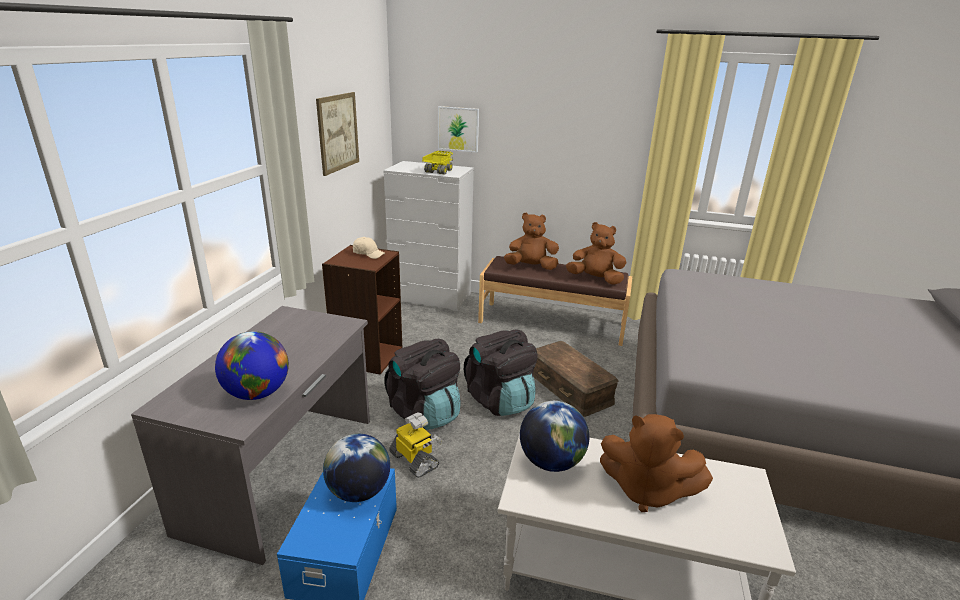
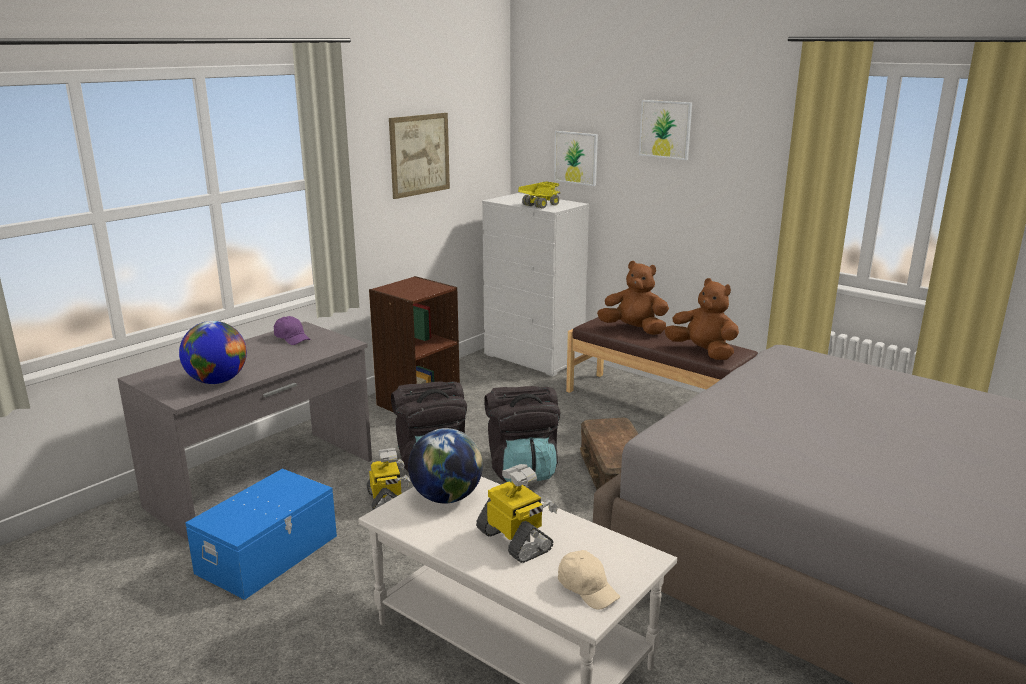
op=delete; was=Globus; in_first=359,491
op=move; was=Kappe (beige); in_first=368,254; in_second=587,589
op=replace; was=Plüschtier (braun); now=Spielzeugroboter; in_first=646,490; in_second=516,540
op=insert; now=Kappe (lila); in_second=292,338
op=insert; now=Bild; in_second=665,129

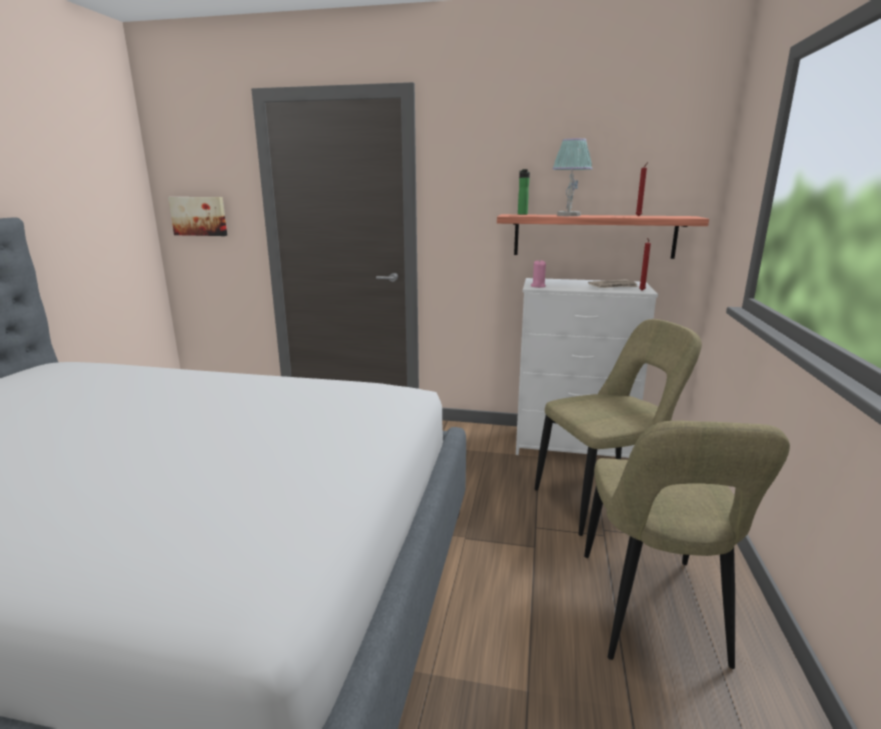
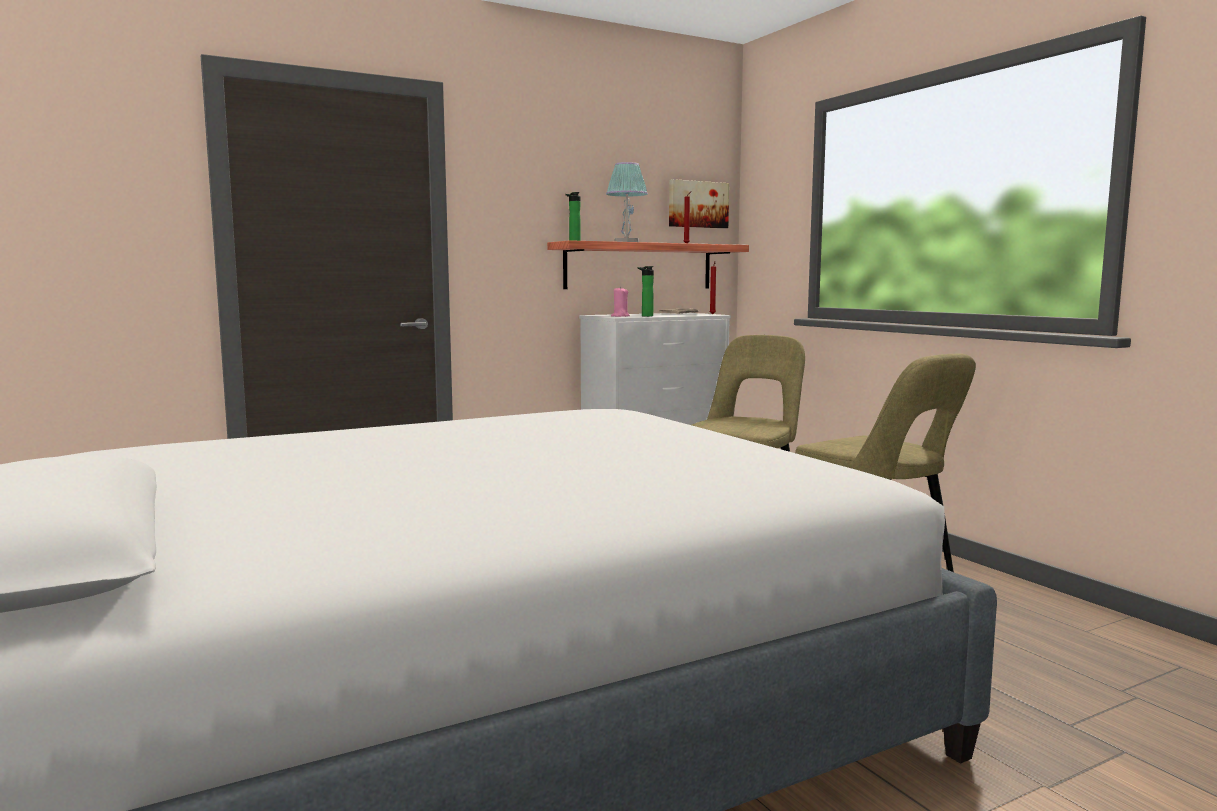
op=move; was=Bild; in_first=199,216; in_second=697,204
op=insert; now=Flasche; in_second=645,316

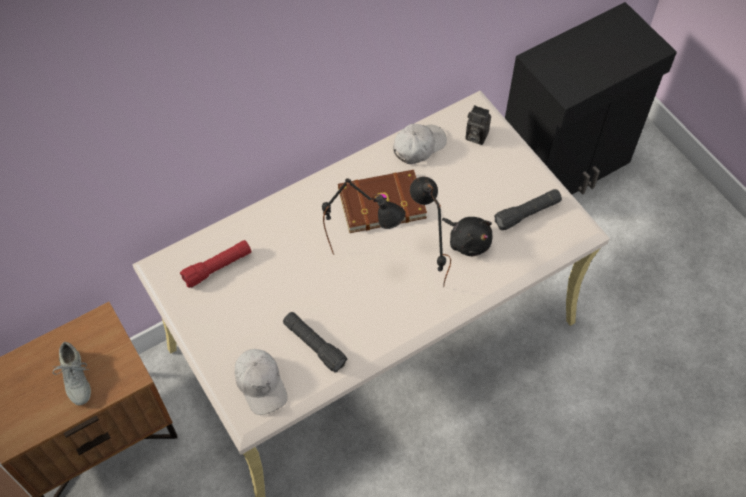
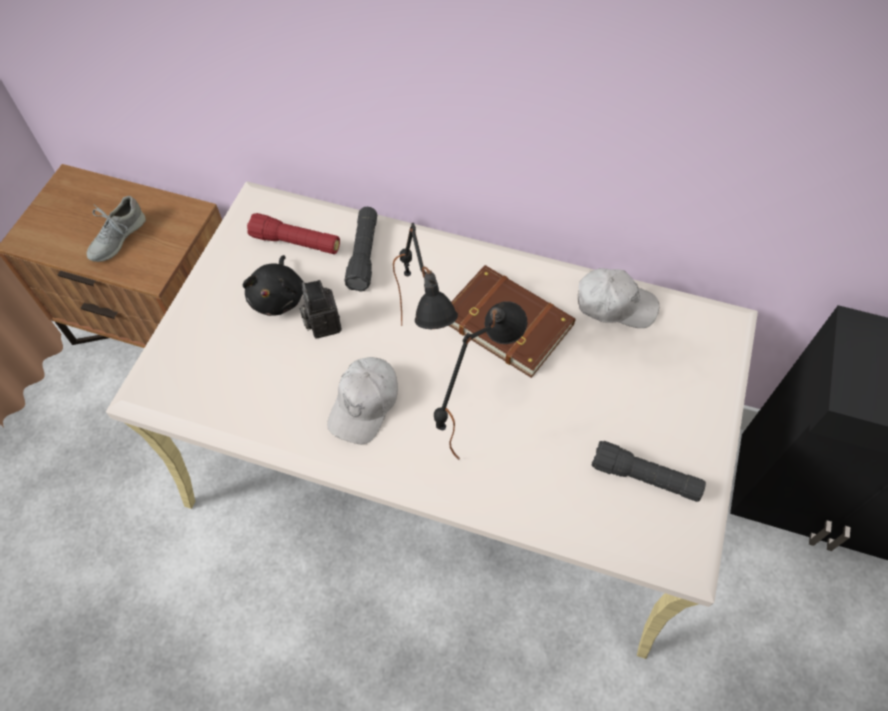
op=move; was=Kappe (weiß); in_first=261,384; in_second=364,404
op=move; was=Taschenlampe (schwarz); in_first=314,345; in_second=363,255
op=move; was=Plüschtier (schwarz); in_first=468,241; in_second=278,297
op=move; was=Kamera; in_first=475,136; in_second=322,323

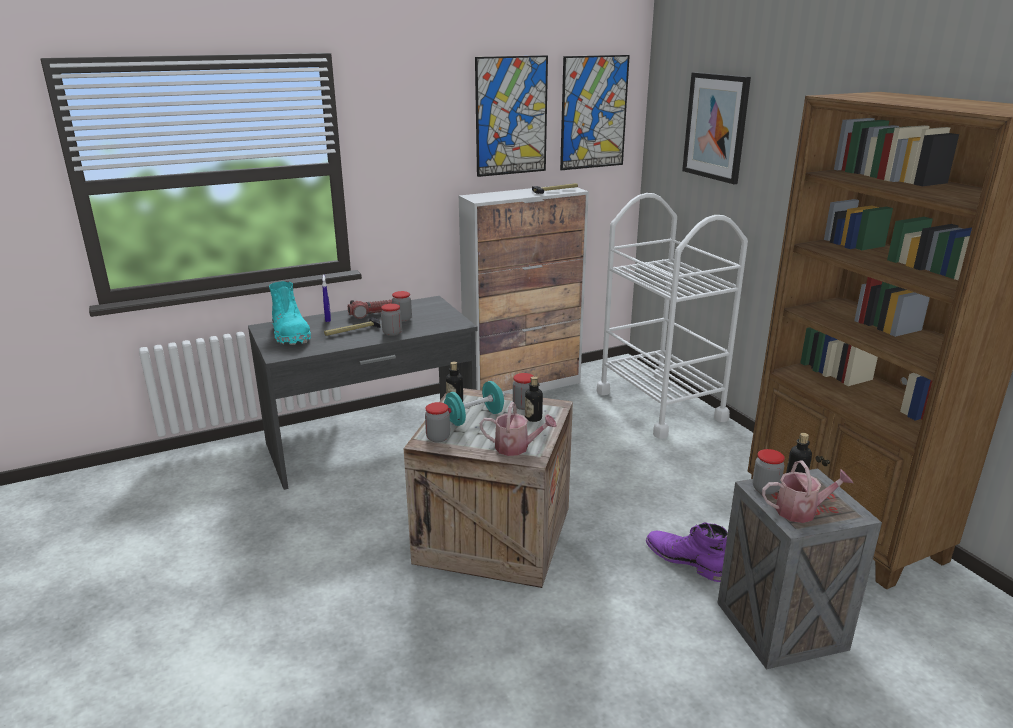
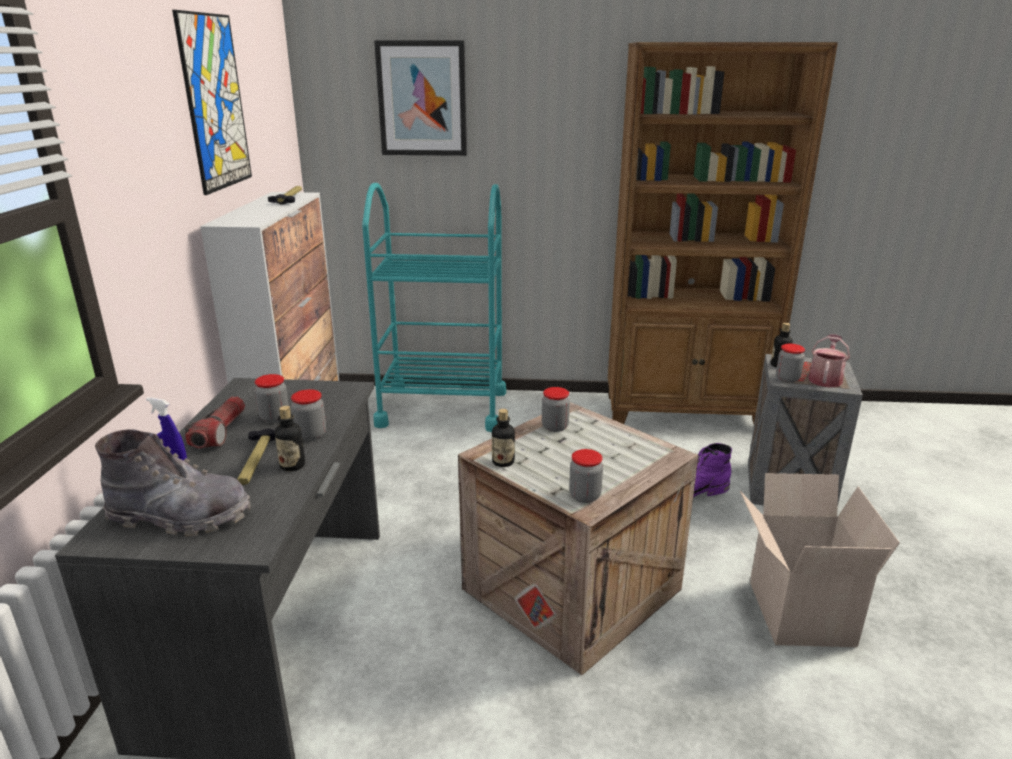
op=recolor; was=Stiefel (türkis); now=Stiefel (grau); in_first=290,334; in_second=180,517
op=delete; was=Hantel (türkis); in_first=474,418
op=delete; was=Gießkanne; in_first=517,447
op=move; was=Flasche; in_first=533,418; in_second=292,465
op=delete; was=Bild; in_first=593,113
op=recolor; was=Rollwagen (weiß); now=Rollwagen (türkis); in_first=660,405; in_second=443,408
op=insert; now=Karton; in_second=796,611

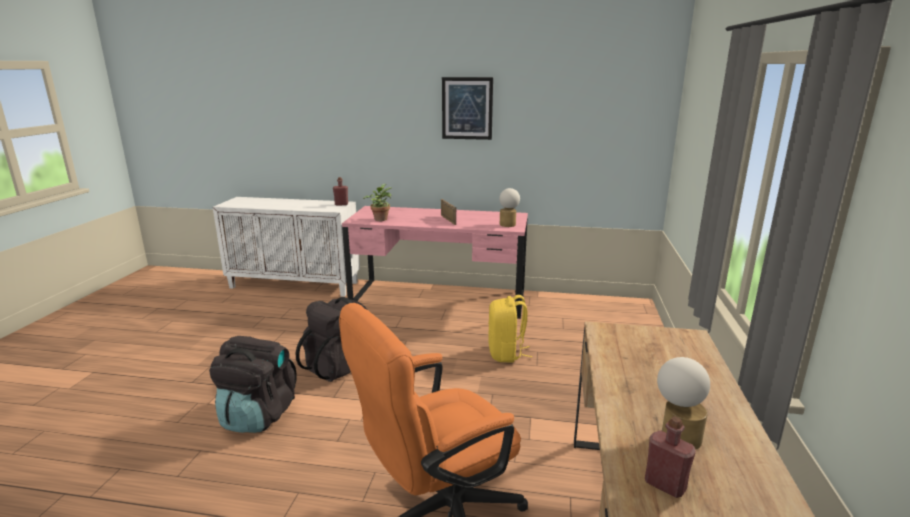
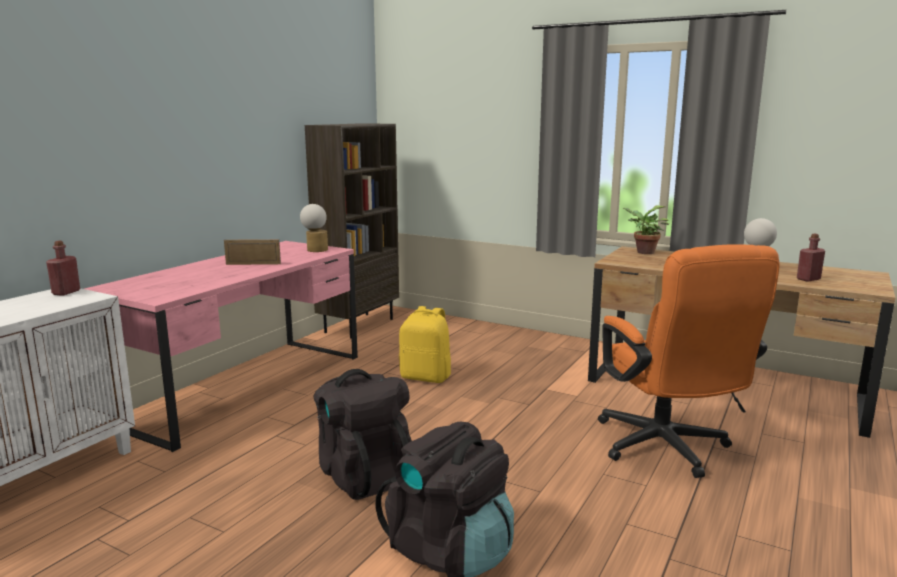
op=move; was=Topfpflanze; in_first=380,219; in_second=643,252
op=delete; was=Bild; in_first=467,108
op=insert; now=Bücherregal (braun); in_second=359,325

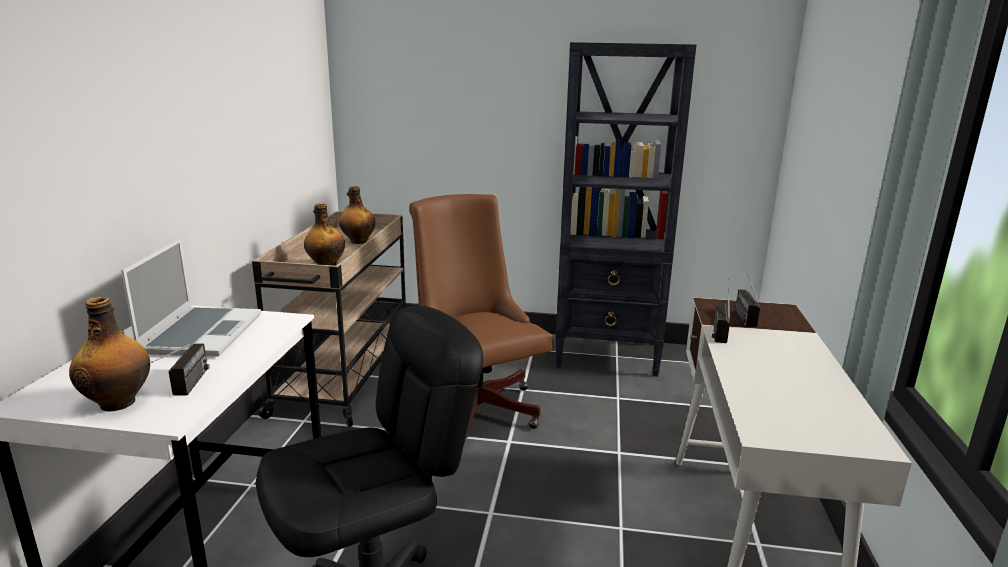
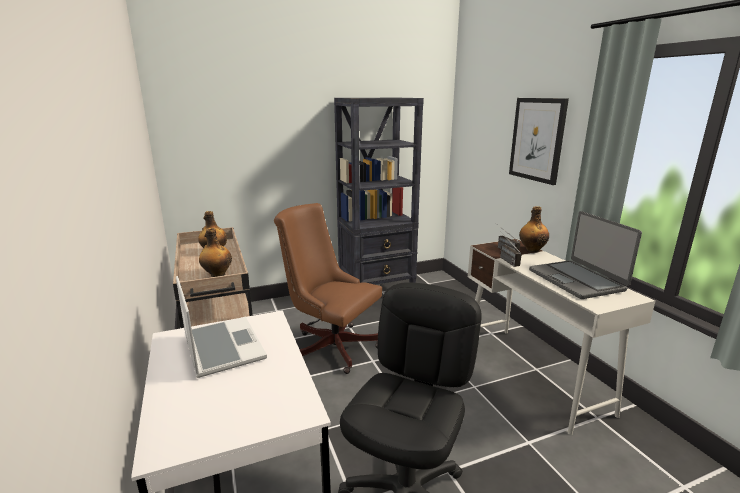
op=move; was=Flasche; in_first=119,402; in_second=532,250
op=delete; was=Radio; in_first=187,389
op=insert; now=Bild; in_second=537,139
op=insert; now=Laptop; in_second=576,280

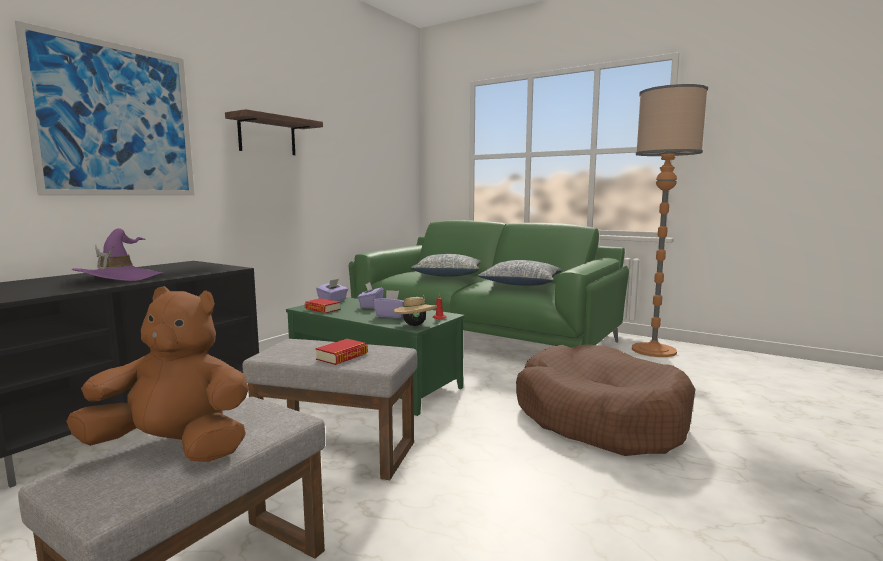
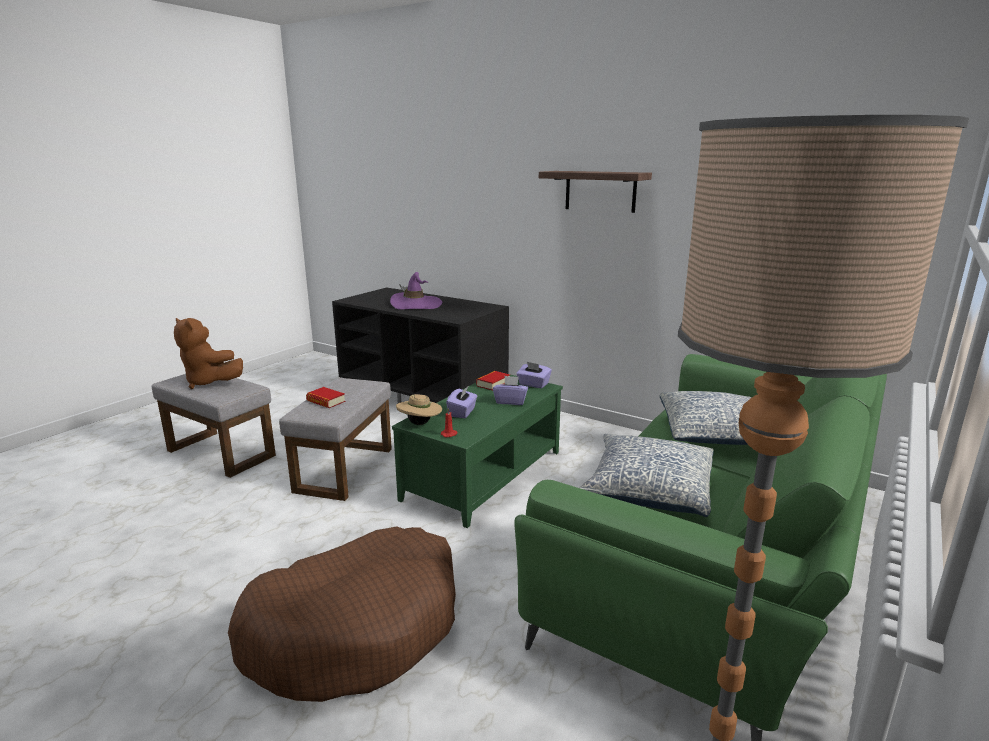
op=delete; was=Bild; in_first=116,120
op=rotate; was=Plüschtier (braun); in_first=174,448; in_second=209,382; clockwise=120

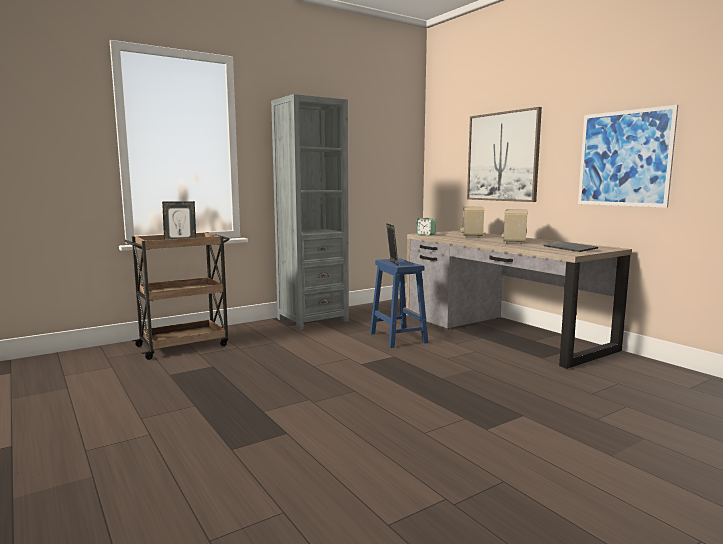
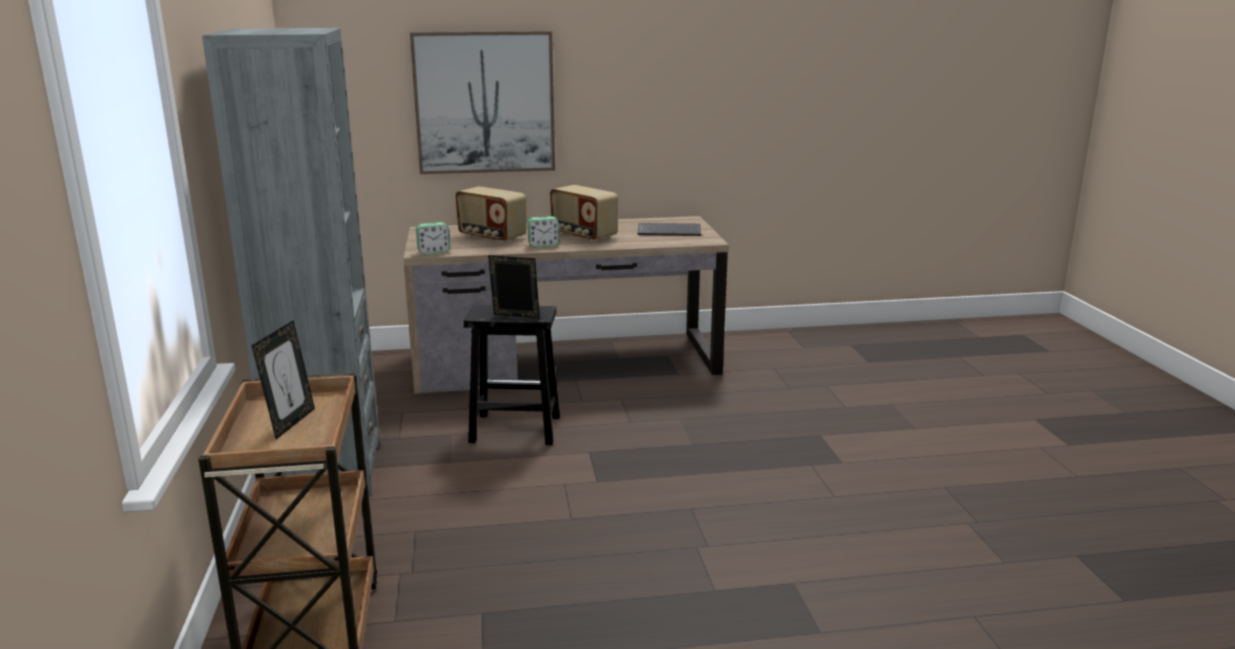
op=recolor; was=Hocker (blau); now=Hocker (schwarz); in_first=397,338; in_second=513,429
op=delete; was=Bild; in_first=624,158
op=insert; now=Wecker; in_second=543,245

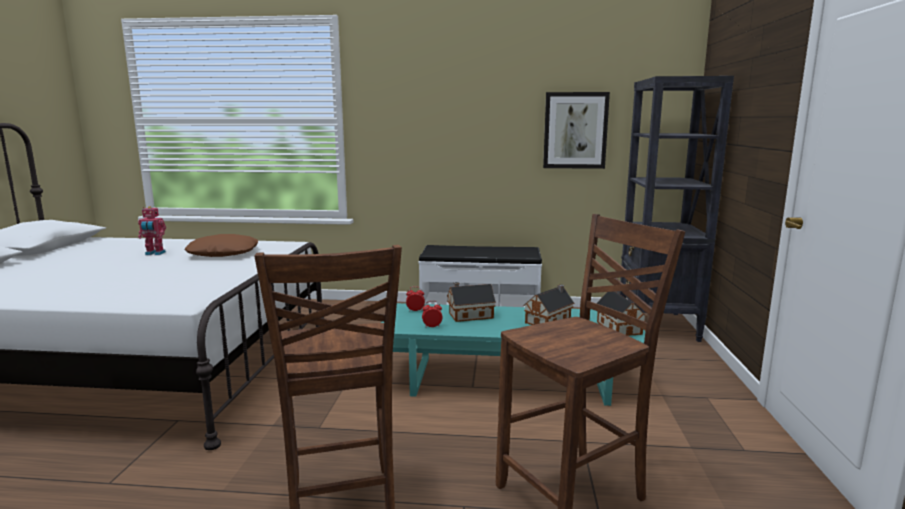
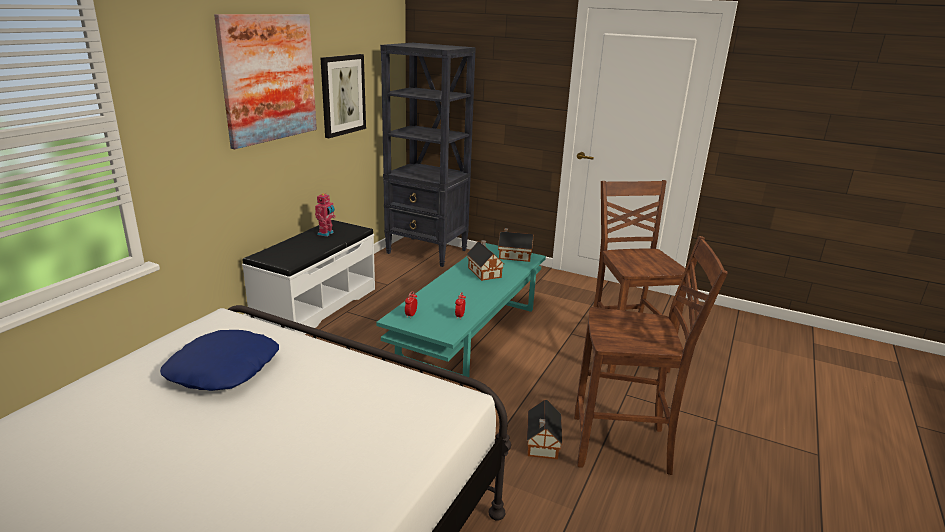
op=move; was=Spielzeugroboter; in_first=154,254; in_second=326,233
op=recolor; was=Kissen (braun); now=Kissen (blau); in_first=223,253; in_second=222,369
op=move; was=Spielzeughaus; in_first=469,315; in_second=542,444
op=insert; now=Bild; in_second=269,78

